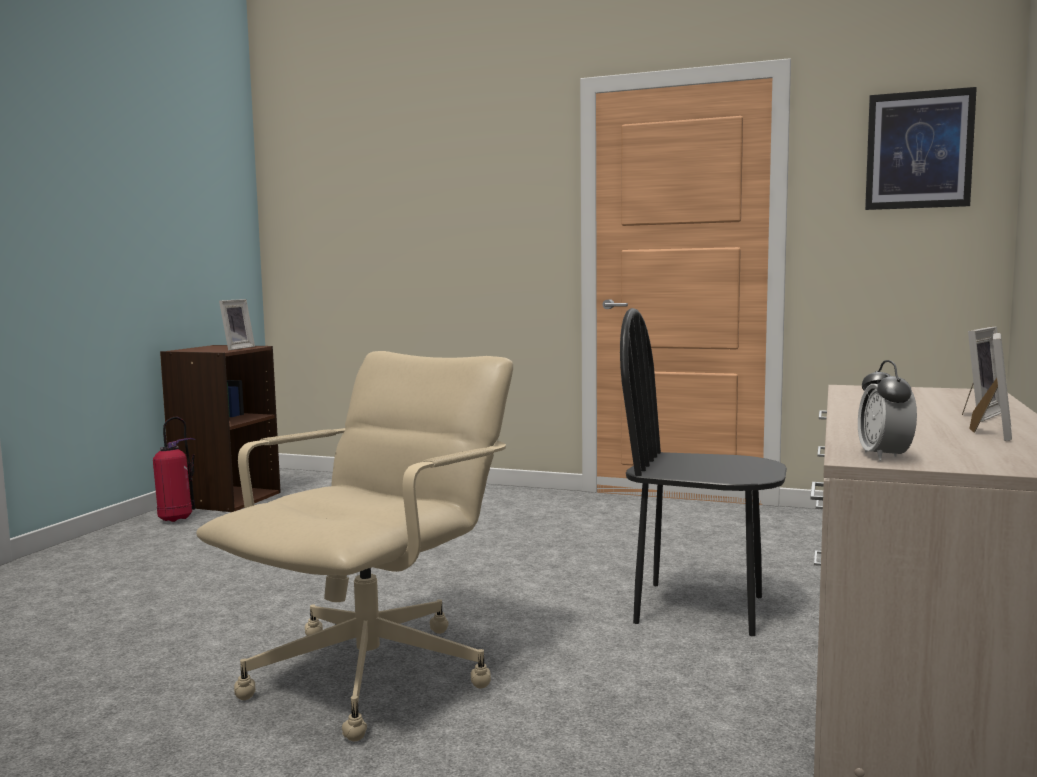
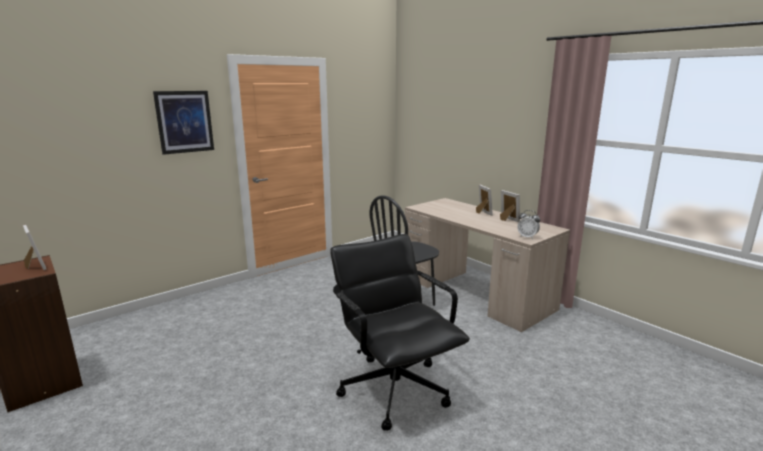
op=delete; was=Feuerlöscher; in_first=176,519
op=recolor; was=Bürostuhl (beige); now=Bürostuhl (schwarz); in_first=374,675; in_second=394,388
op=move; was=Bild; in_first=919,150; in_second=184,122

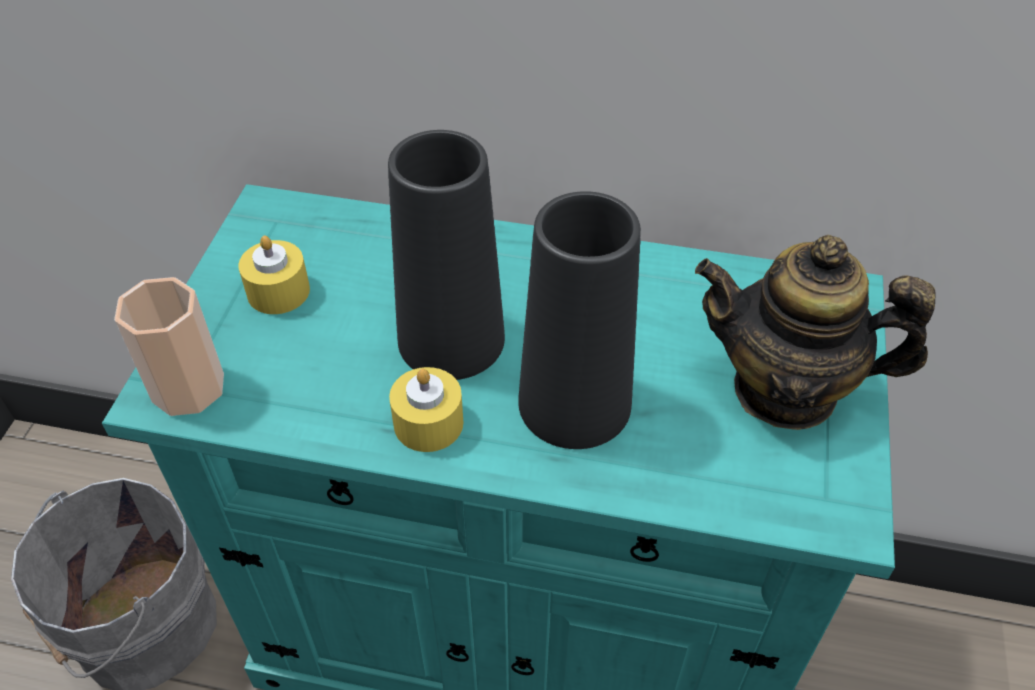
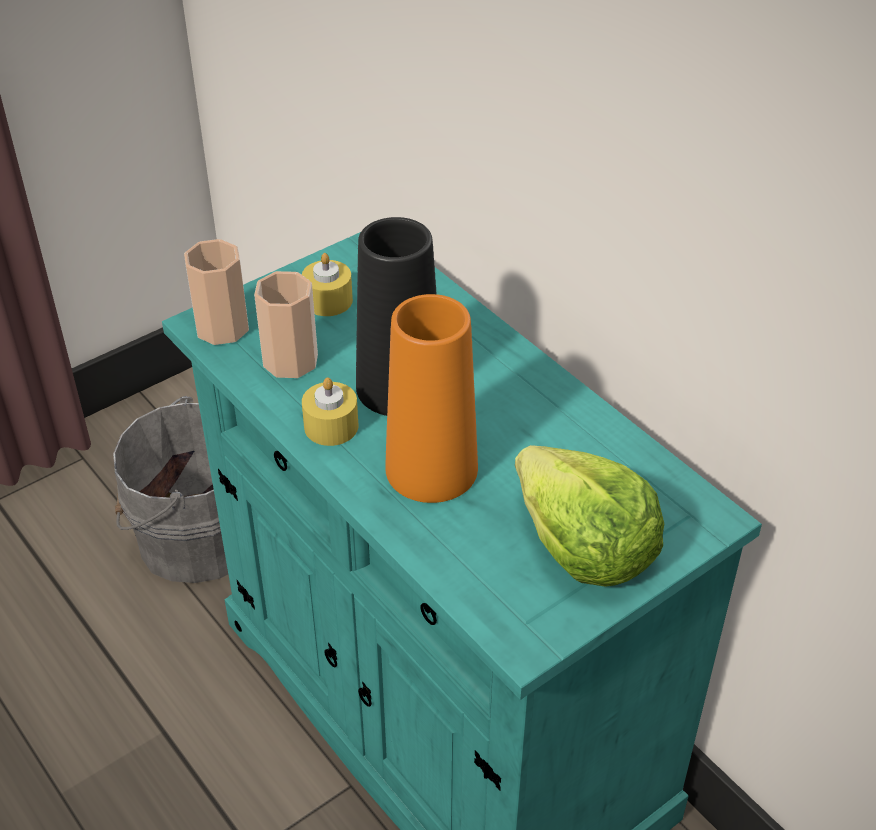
op=recolor; was=Vase (schwarz); now=Vase (orange); in_first=574,403; in_second=431,468
op=replace; was=Teekanne; now=Salatkopf; in_first=786,390; in_second=583,547
op=insert; now=Tasse; in_second=290,361

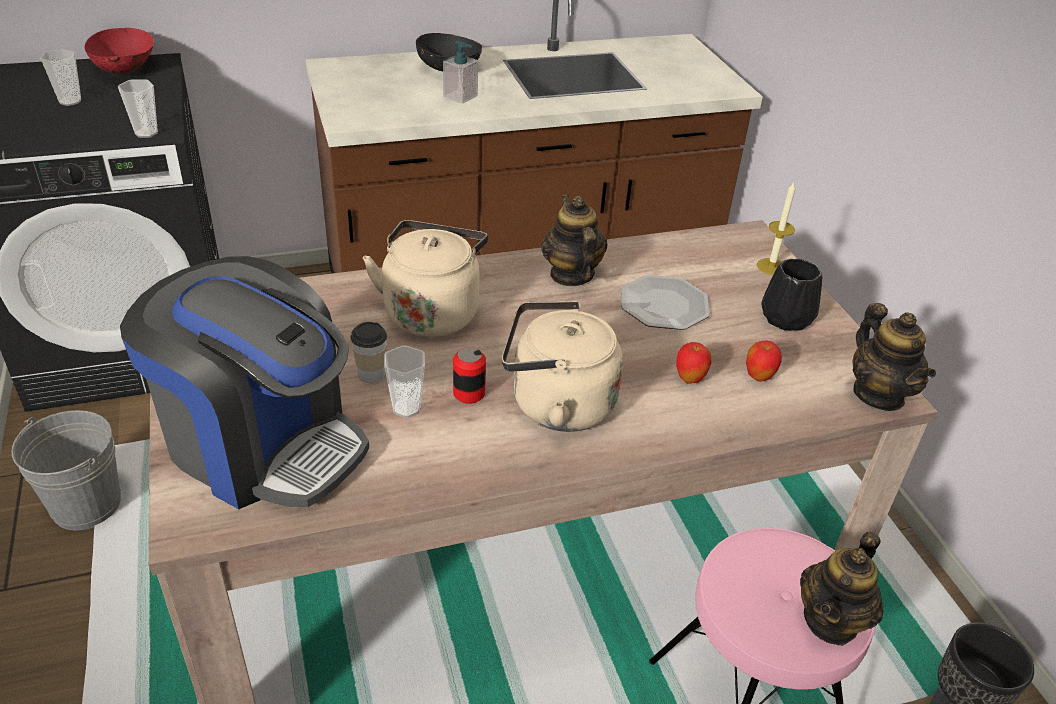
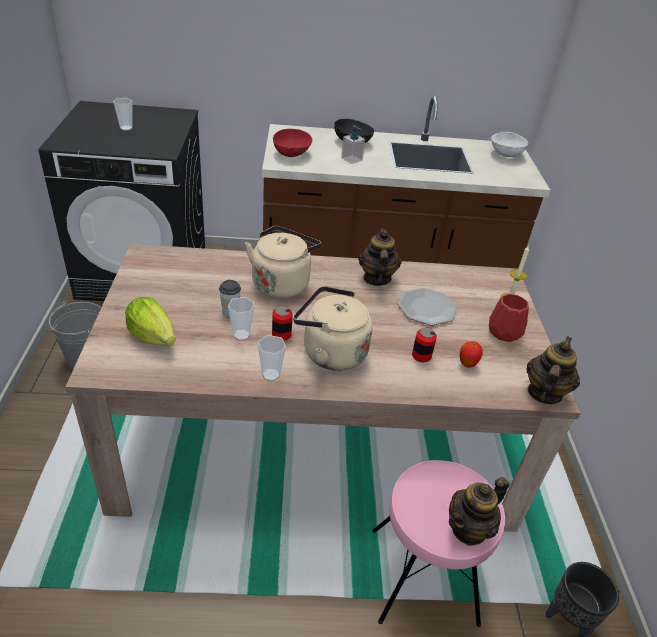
op=move; was=Schüssel (rot); in_first=125,69; in_second=292,154
op=move; was=Tasse; in_first=146,133; in_second=270,375
op=replace; was=Kaffeemaschine; now=Salatkopf; in_first=262,443; in_second=153,336
op=replace; was=Apfel; now=Dose; in_first=689,379; in_second=421,356
op=recolor; was=Vase (schwarz); now=Vase (rot); in_first=785,317; in_second=503,332
op=rotate; was=Teekanne; in_first=878,394; in_second=544,392; clockwise=-150
op=insert; now=Schüssel (weiß); in_second=505,154

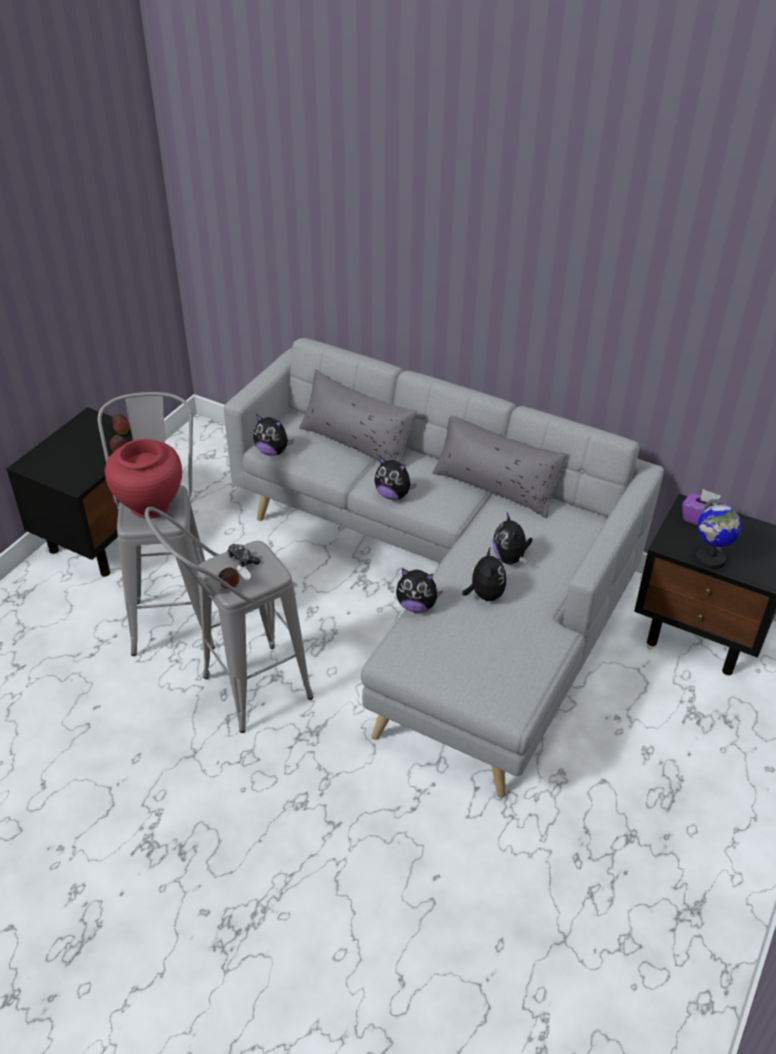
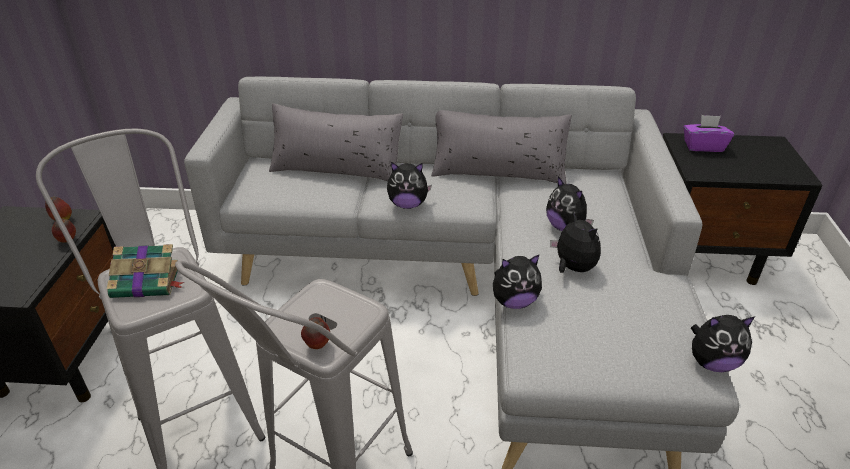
op=replace; was=Vase (rot); now=Buch; in_first=150,506; in_second=148,282
op=delete; was=Gamepad; in_first=242,559
op=move; was=Plüschtier; in_first=272,451; in_second=712,362
op=delete; was=Globus; in_first=710,559

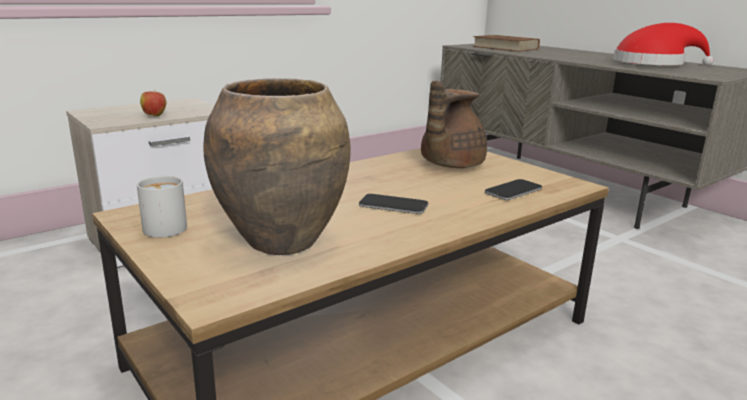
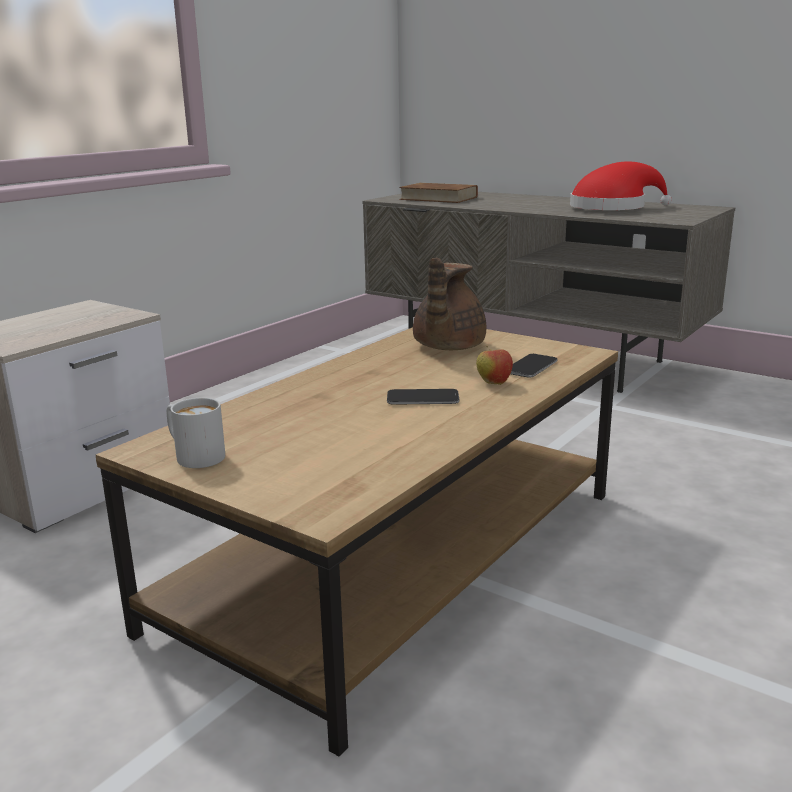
op=move; was=Apfel; in_first=154,115; in_second=493,383
op=delete; was=Vase (braun); in_first=284,241

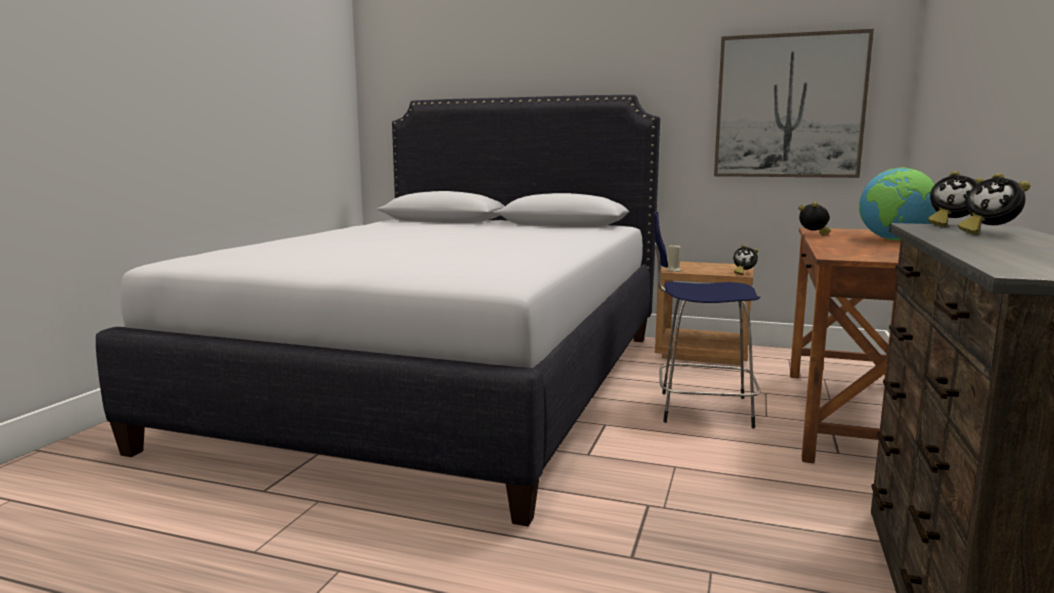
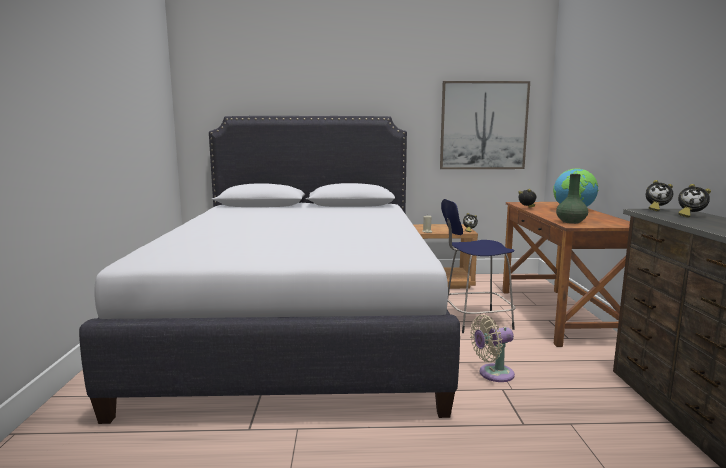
op=insert; now=Ventilator (beige); in_second=493,374
op=insert; now=Vase (grün); in_second=571,222

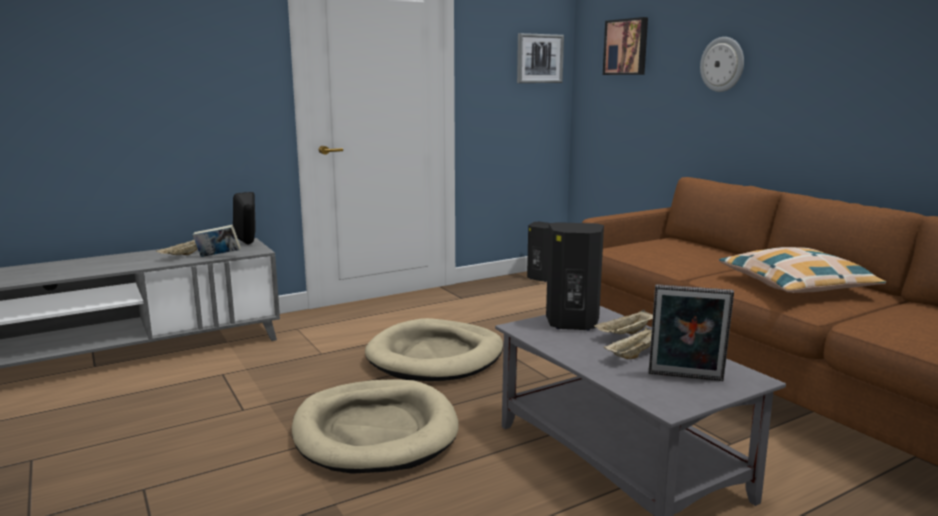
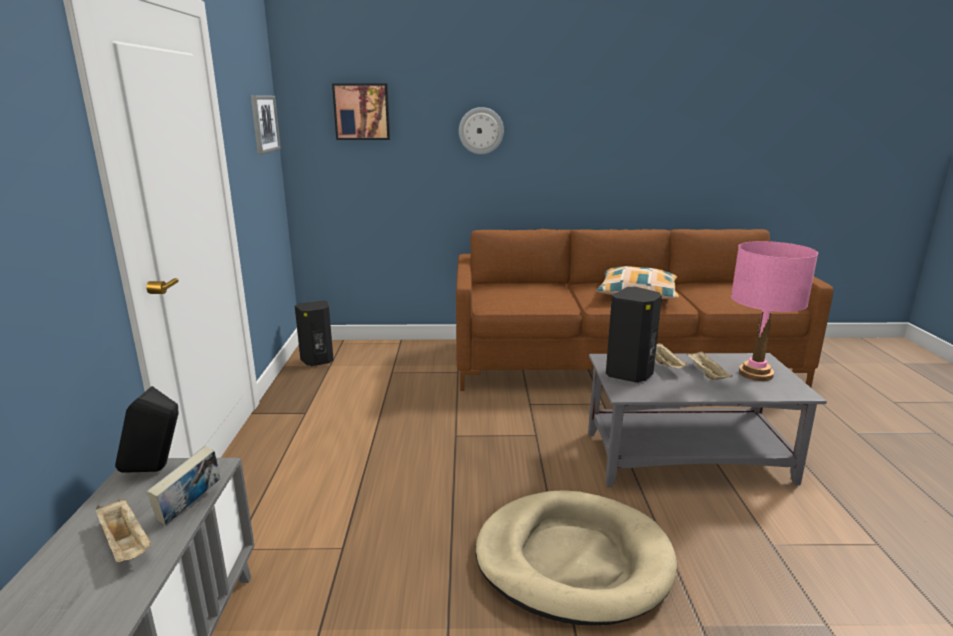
op=delete; was=Hundebett (beige); in_first=436,356
op=replace; was=Bilderrahmen; now=Tischlampe (rosa); in_first=685,378; in_second=755,374

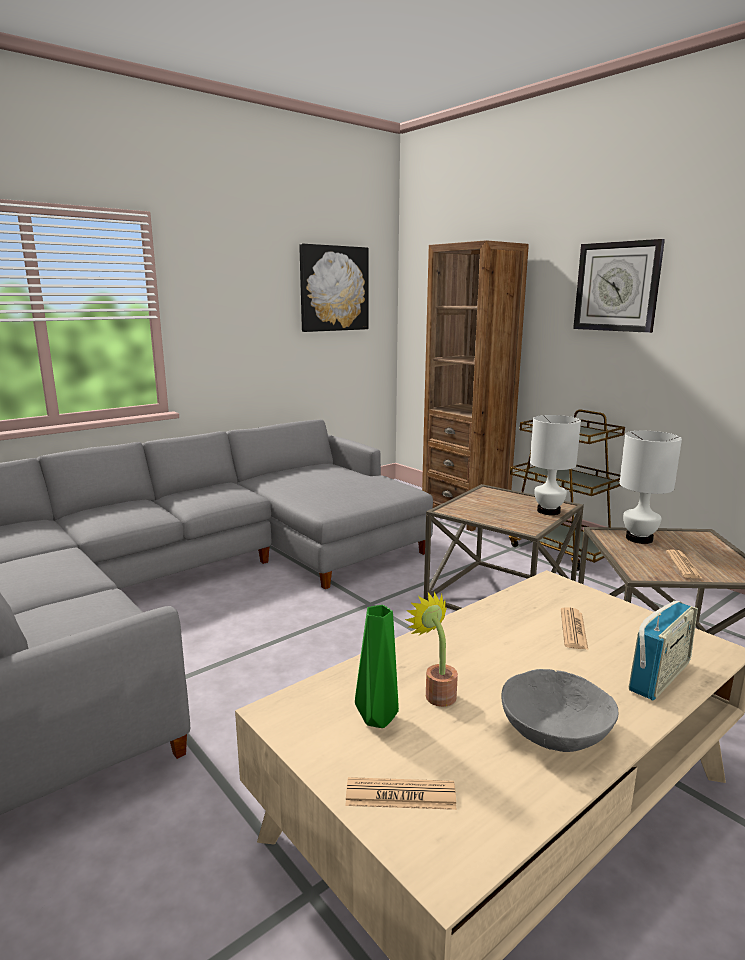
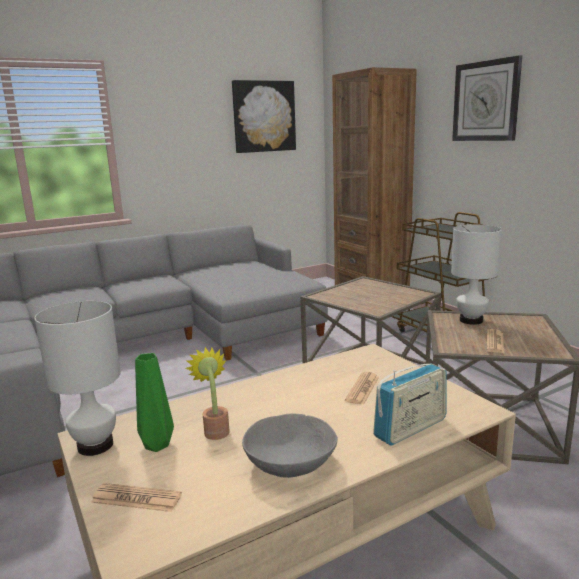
op=move; was=Tischlampe (weiß); in_first=548,511; in_second=94,445

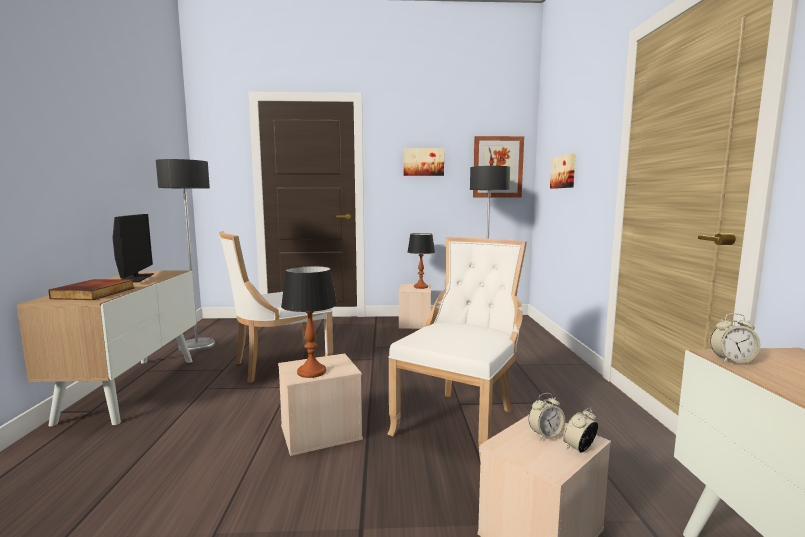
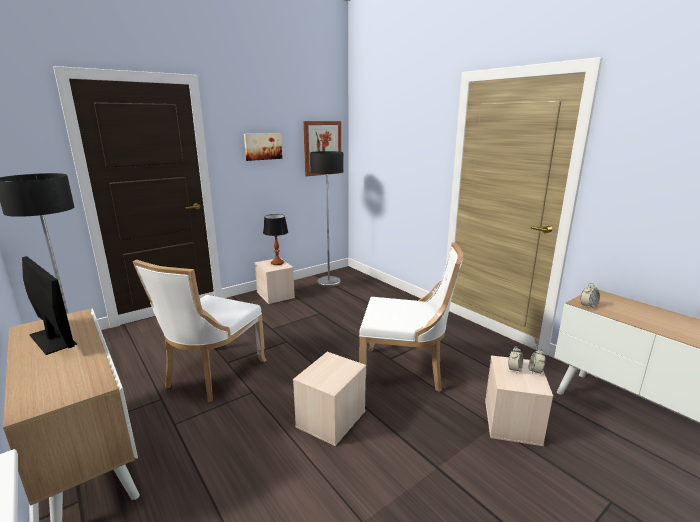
op=delete; was=Buch; in_first=95,293
op=delete; was=Tischlampe; in_first=311,372
op=rotate; was=Stuhl (weiß); in_first=460,421; in_second=405,371; clockwise=105
op=delete; was=Bild; in_first=564,172

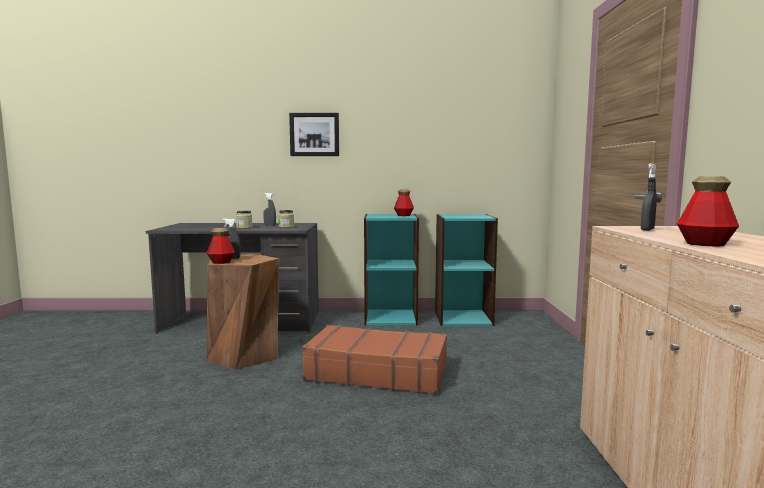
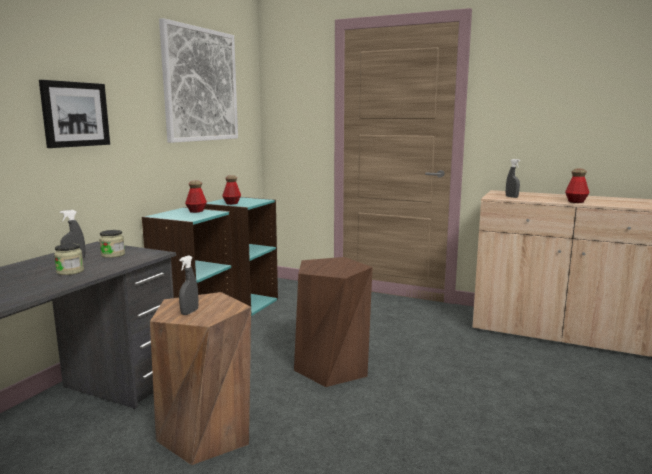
op=move; was=Flasche; in_first=221,262; in_second=232,203
op=replace; was=Koffer (braun); now=Hocker (braun); in_first=377,372; in_second=332,367
op=insert; now=Bild; in_second=200,85

